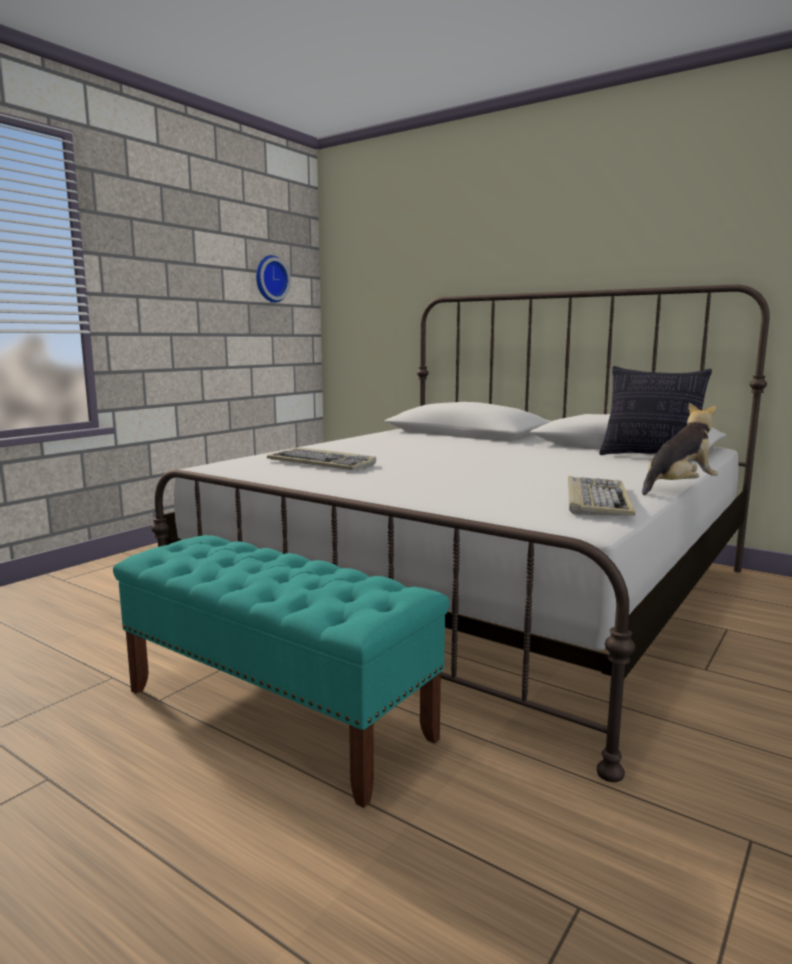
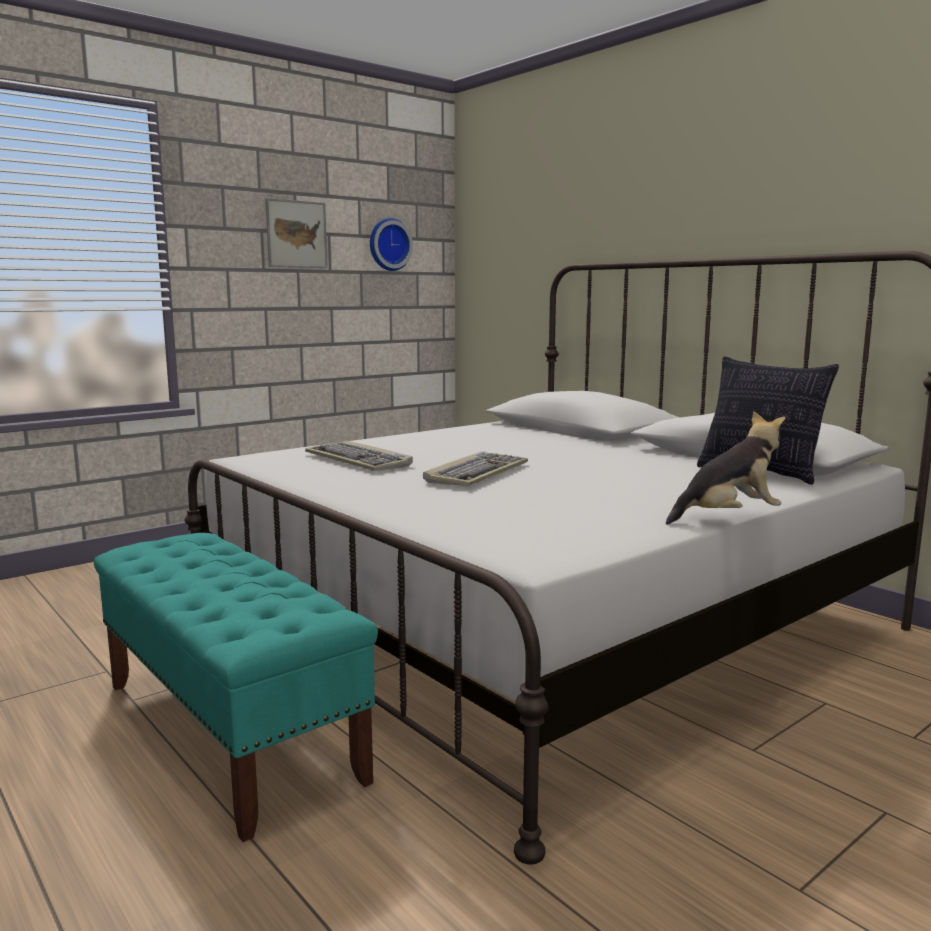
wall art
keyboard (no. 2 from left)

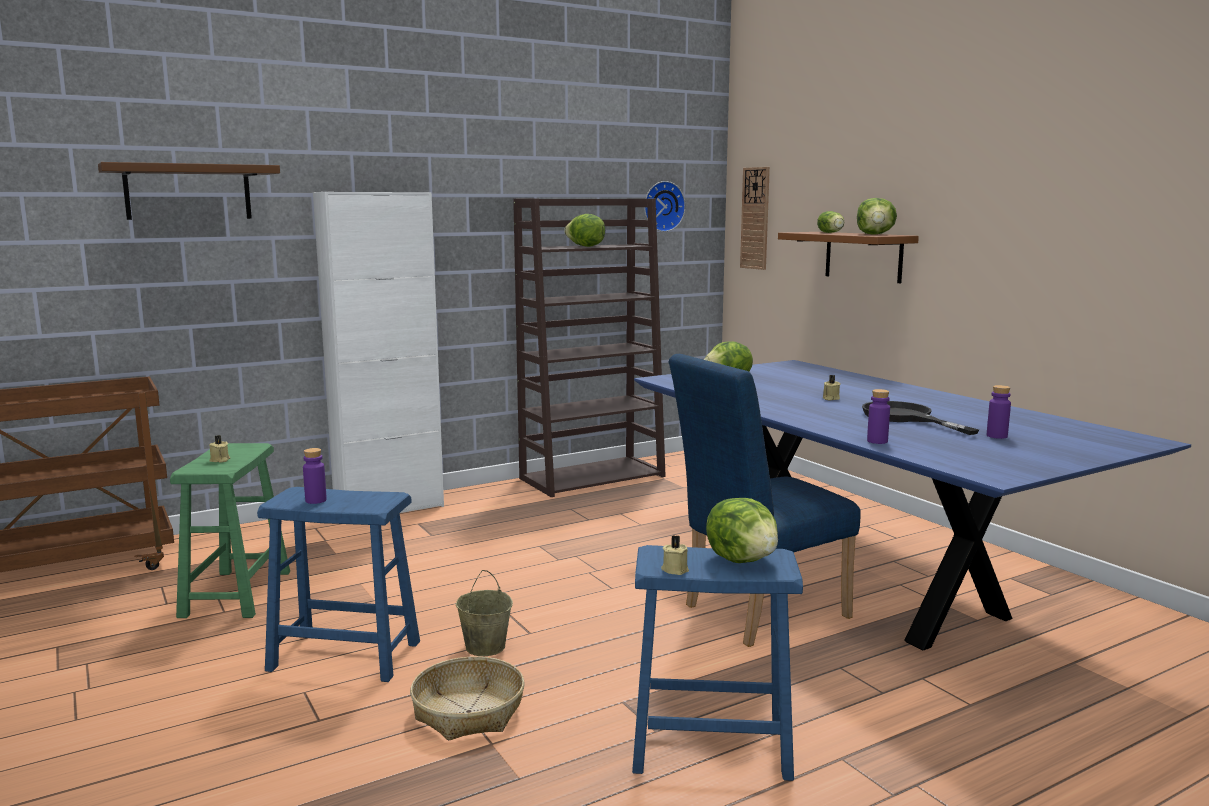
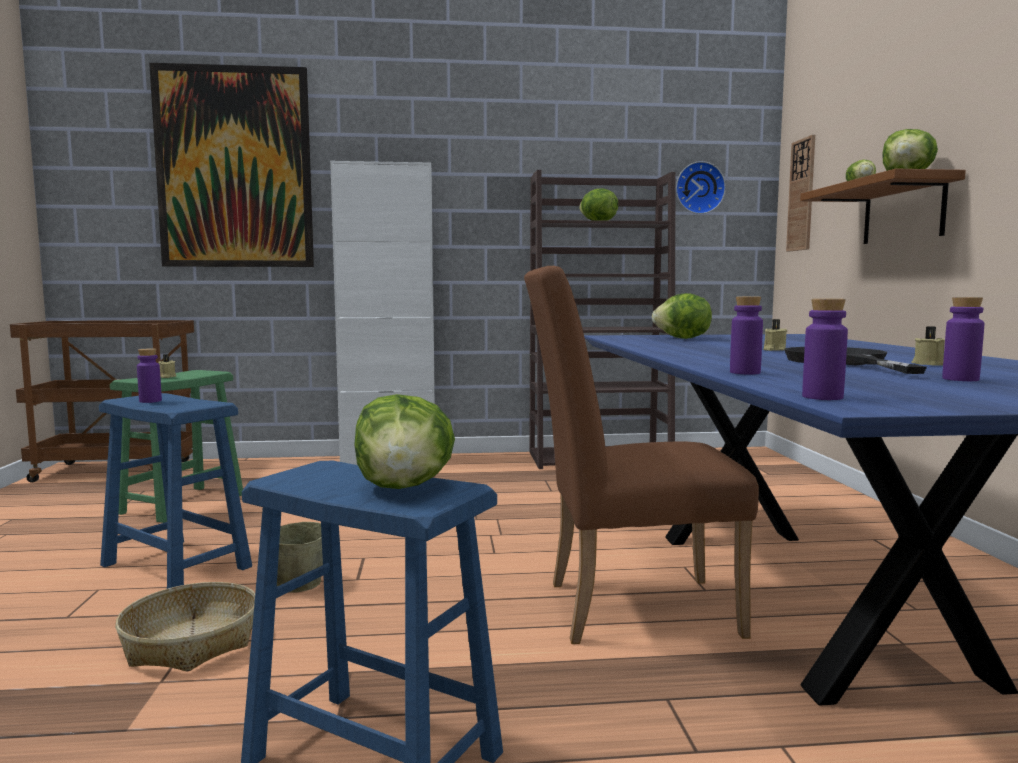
purple beverage bottle (no. 3 from left)
beige-coloured candle (no. 3 from left)
wall art
brown-coloured plain chair

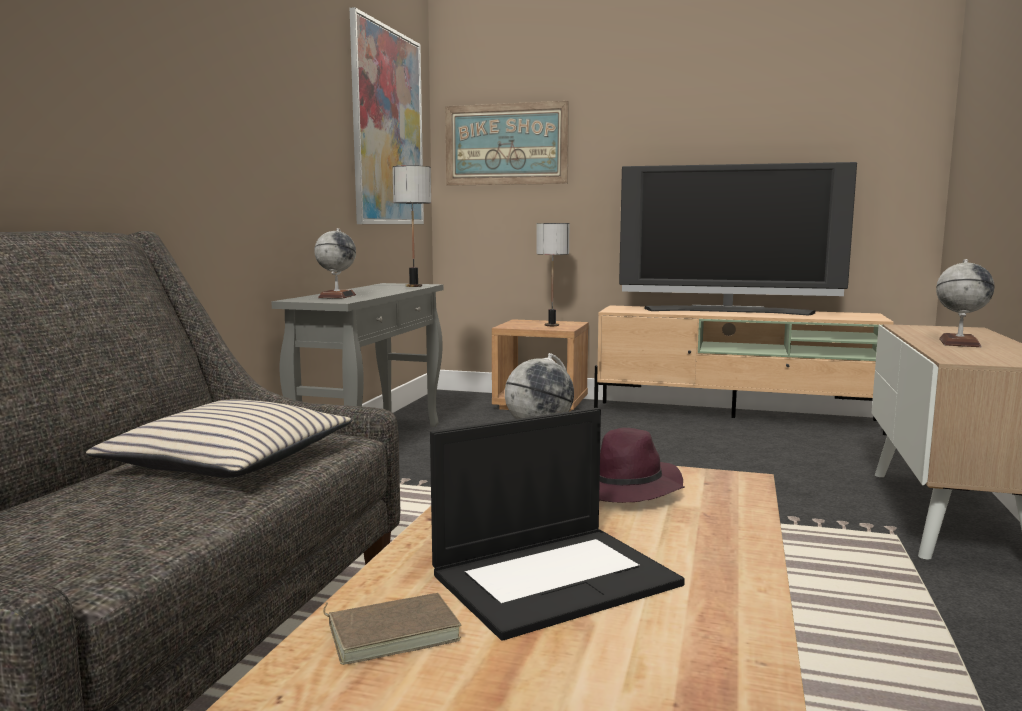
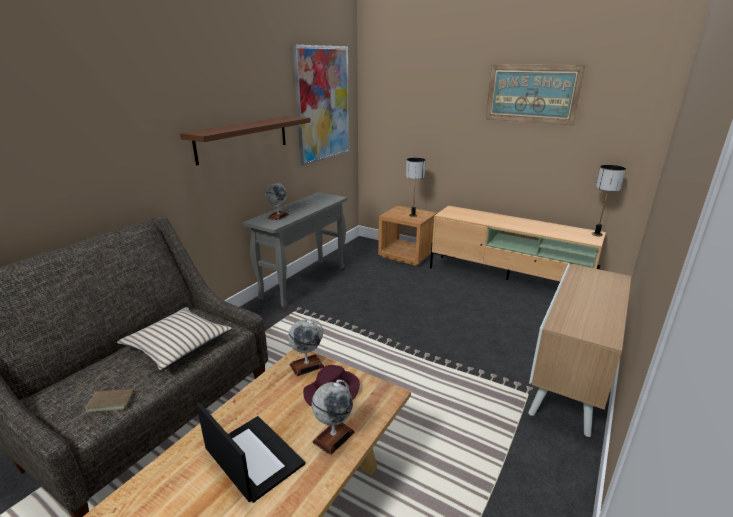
television
brown-coloured bracket shelf
brown-coloured volume
table lamp (no. 2 from left)
wall art (no. 2 from left)
world globe (no. 3 from left)
portable computer

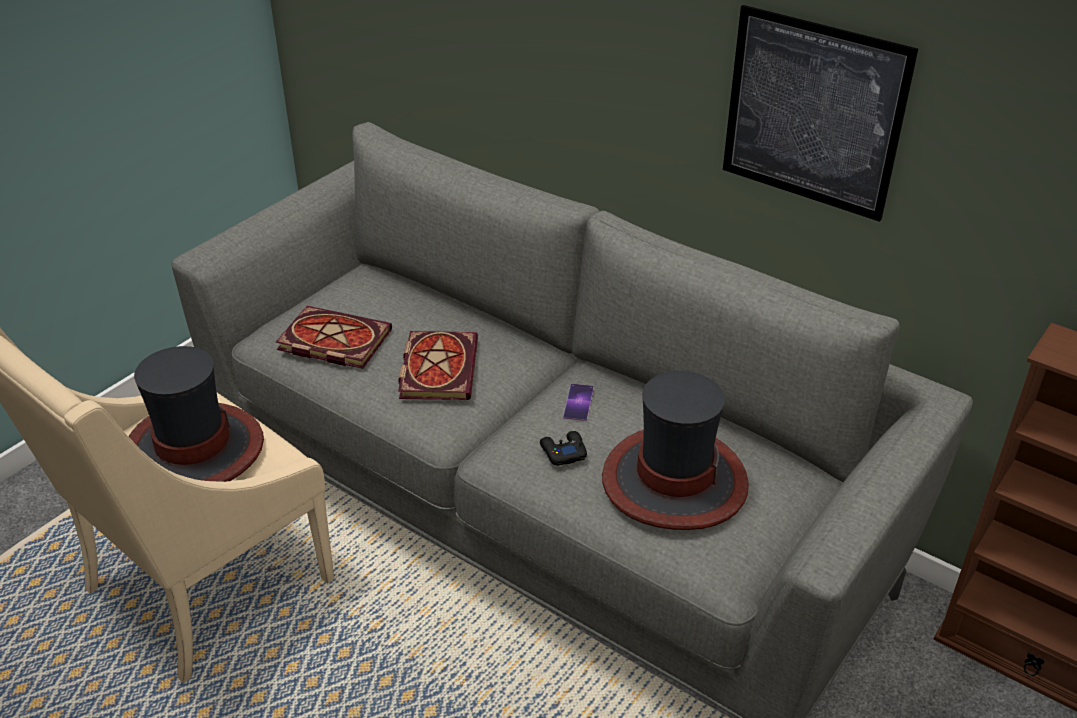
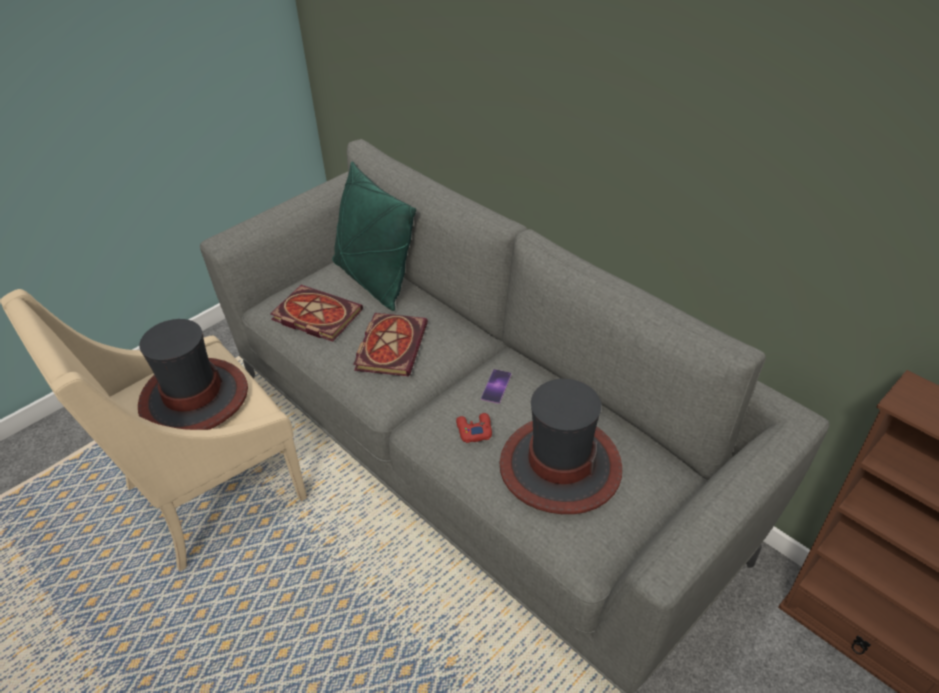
wall art
green-coloured cushion
red-coloured joypad

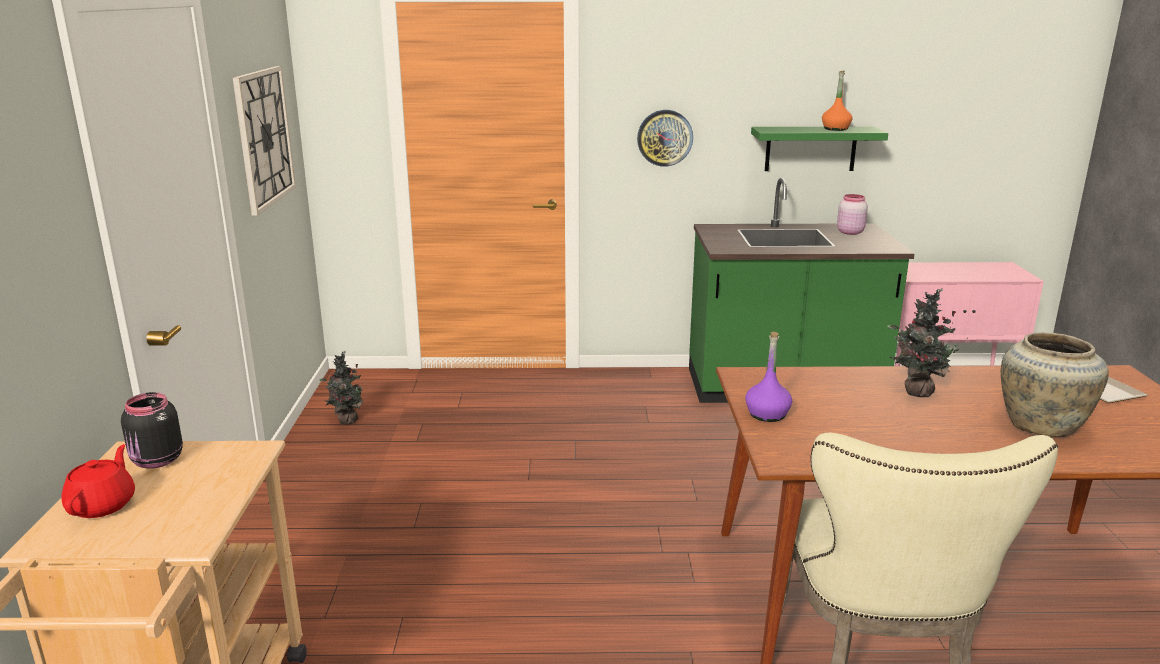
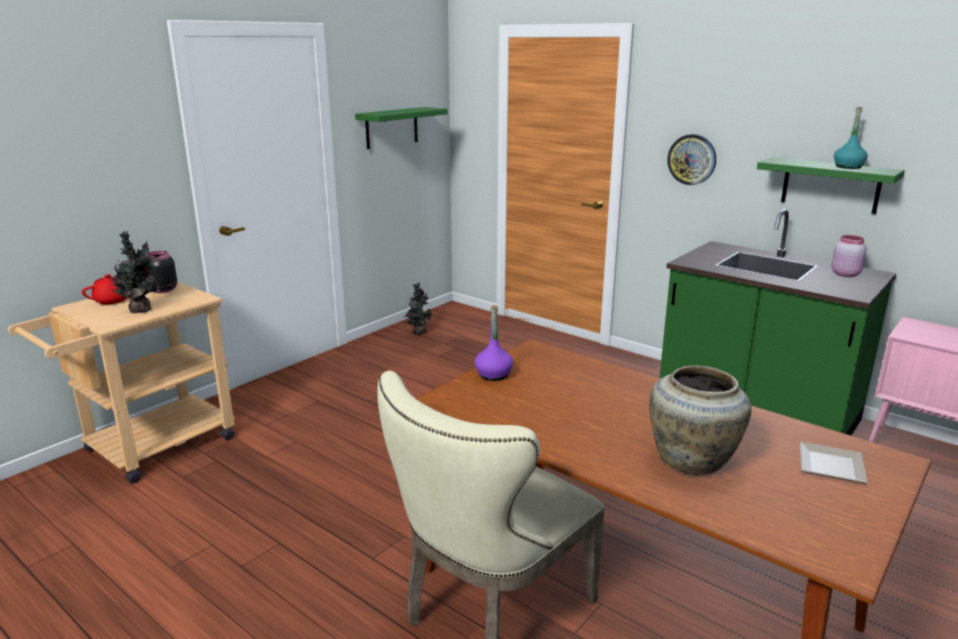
houseplant (no. 1 from left)
green-coloured bracket shelf (no. 1 from left)
blue-green beverage bottle

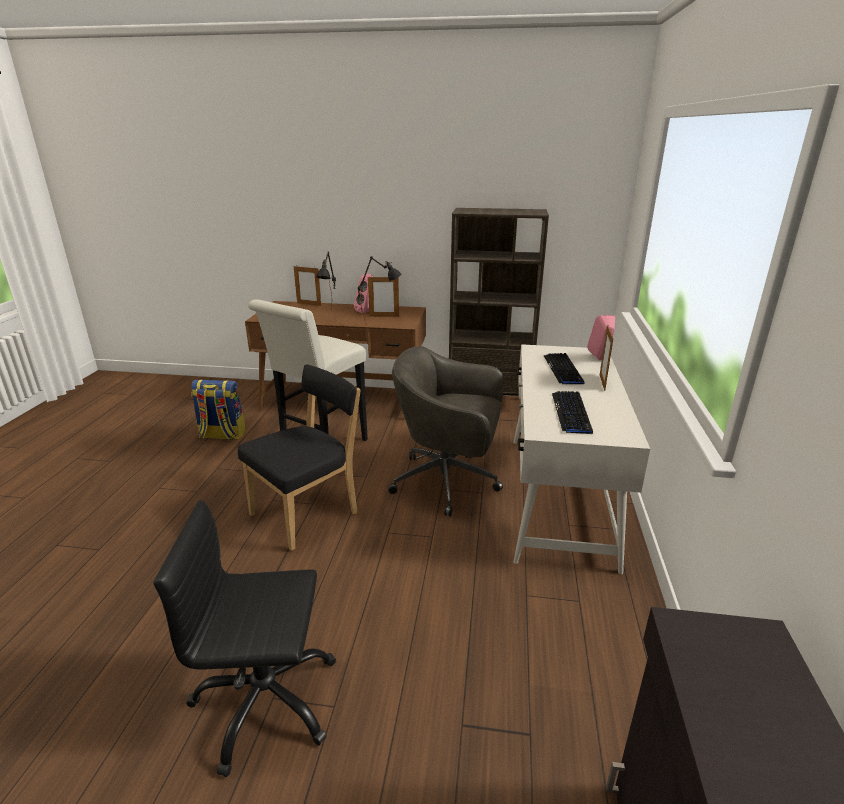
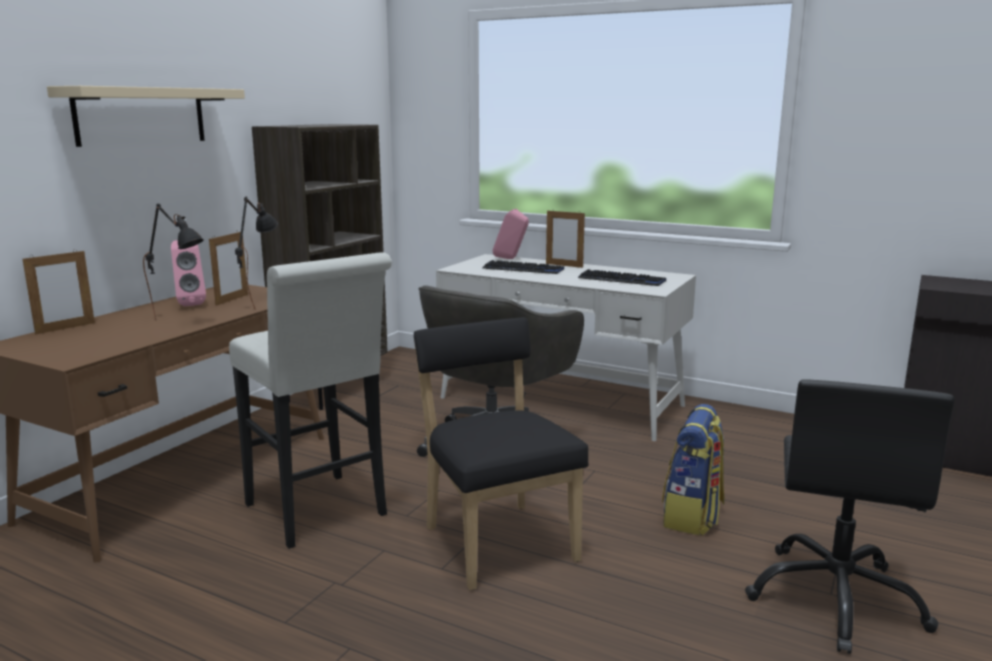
beige-coloured bracket shelf
rucksack

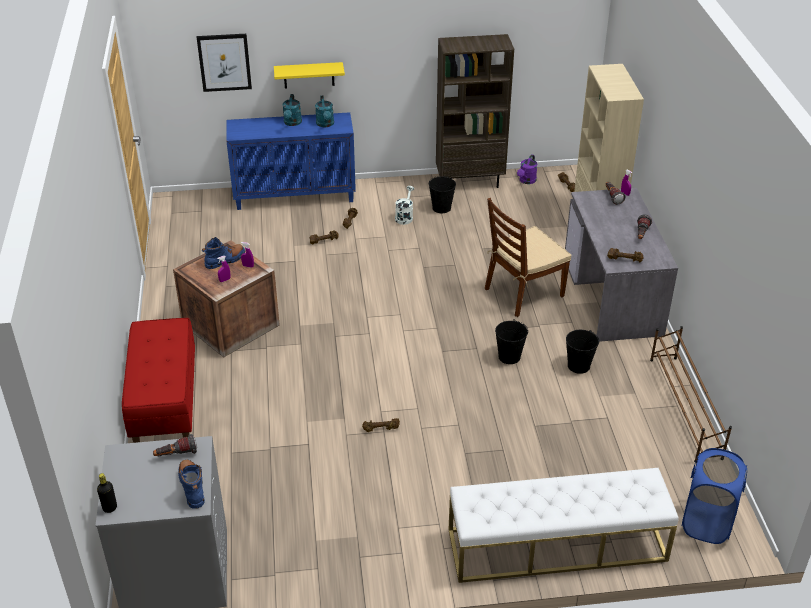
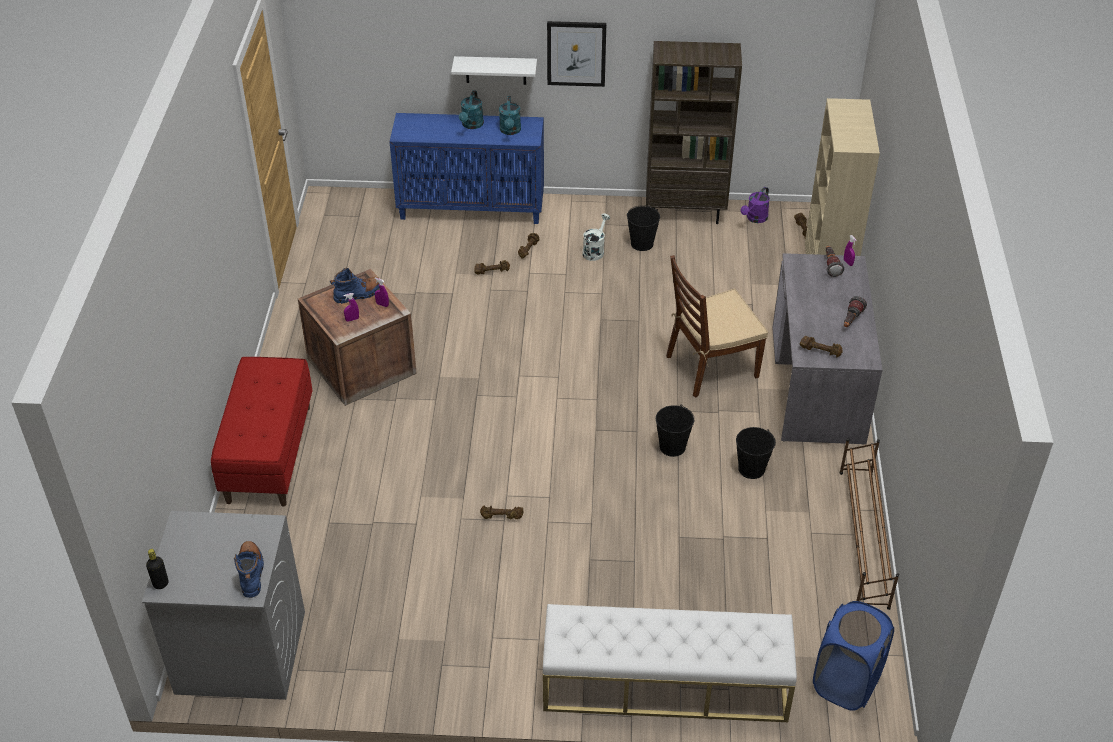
flashlight (no. 1 from left in the first image)
wall art
white-coloured bracket shelf

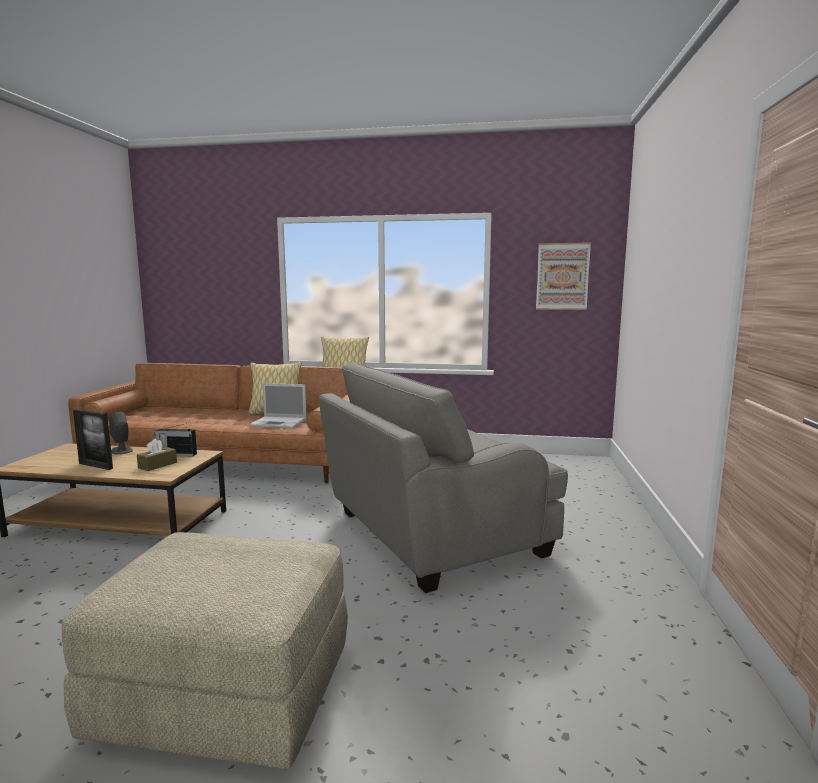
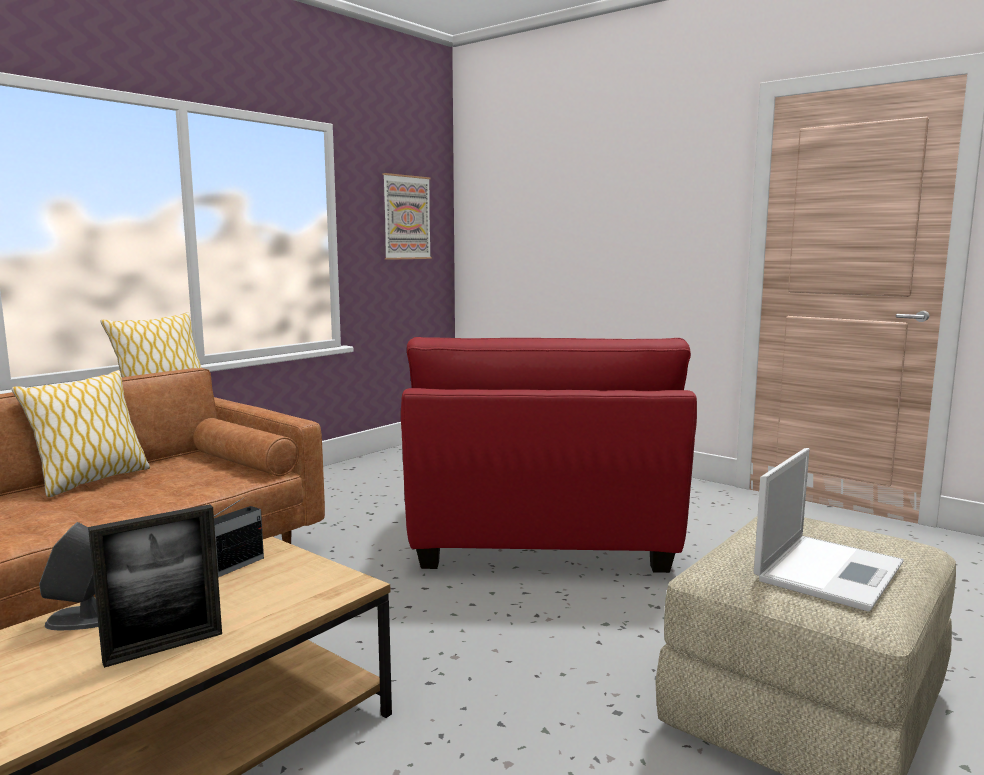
brown-coloured box of tissues
portable computer
red-coloured armchair

